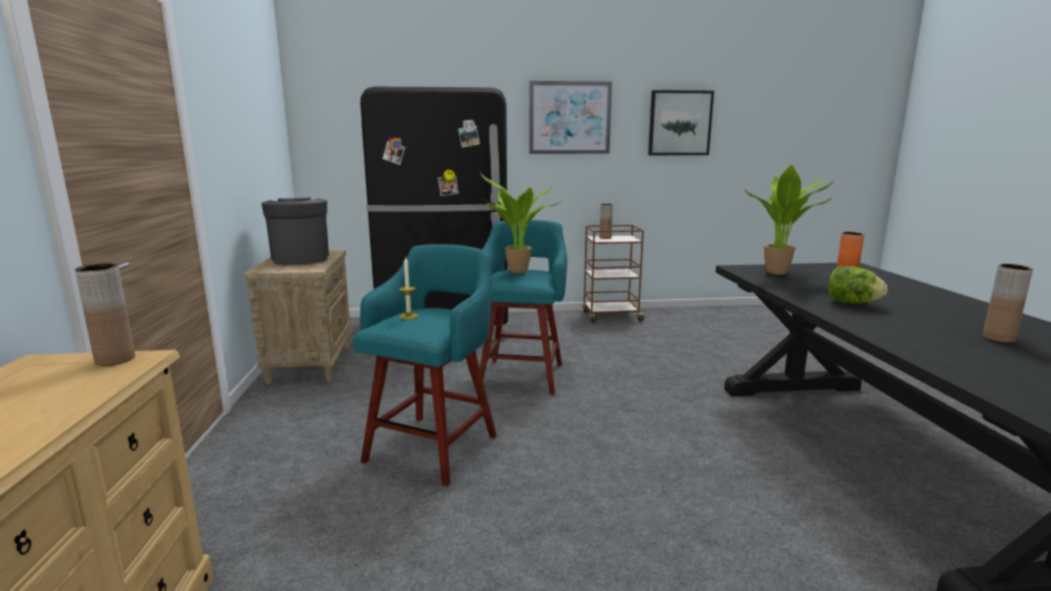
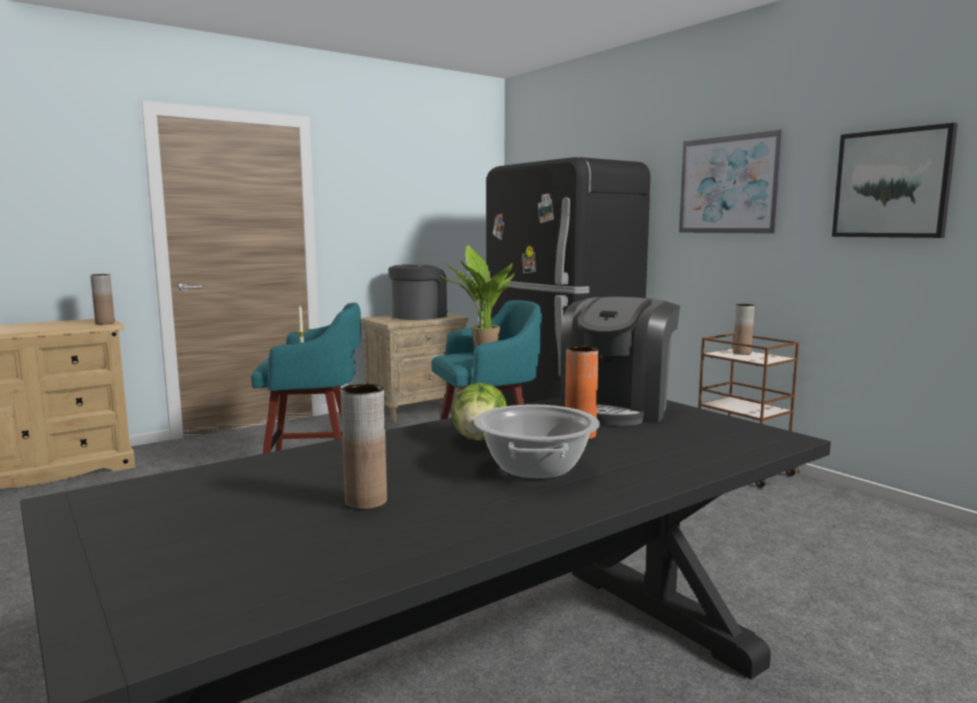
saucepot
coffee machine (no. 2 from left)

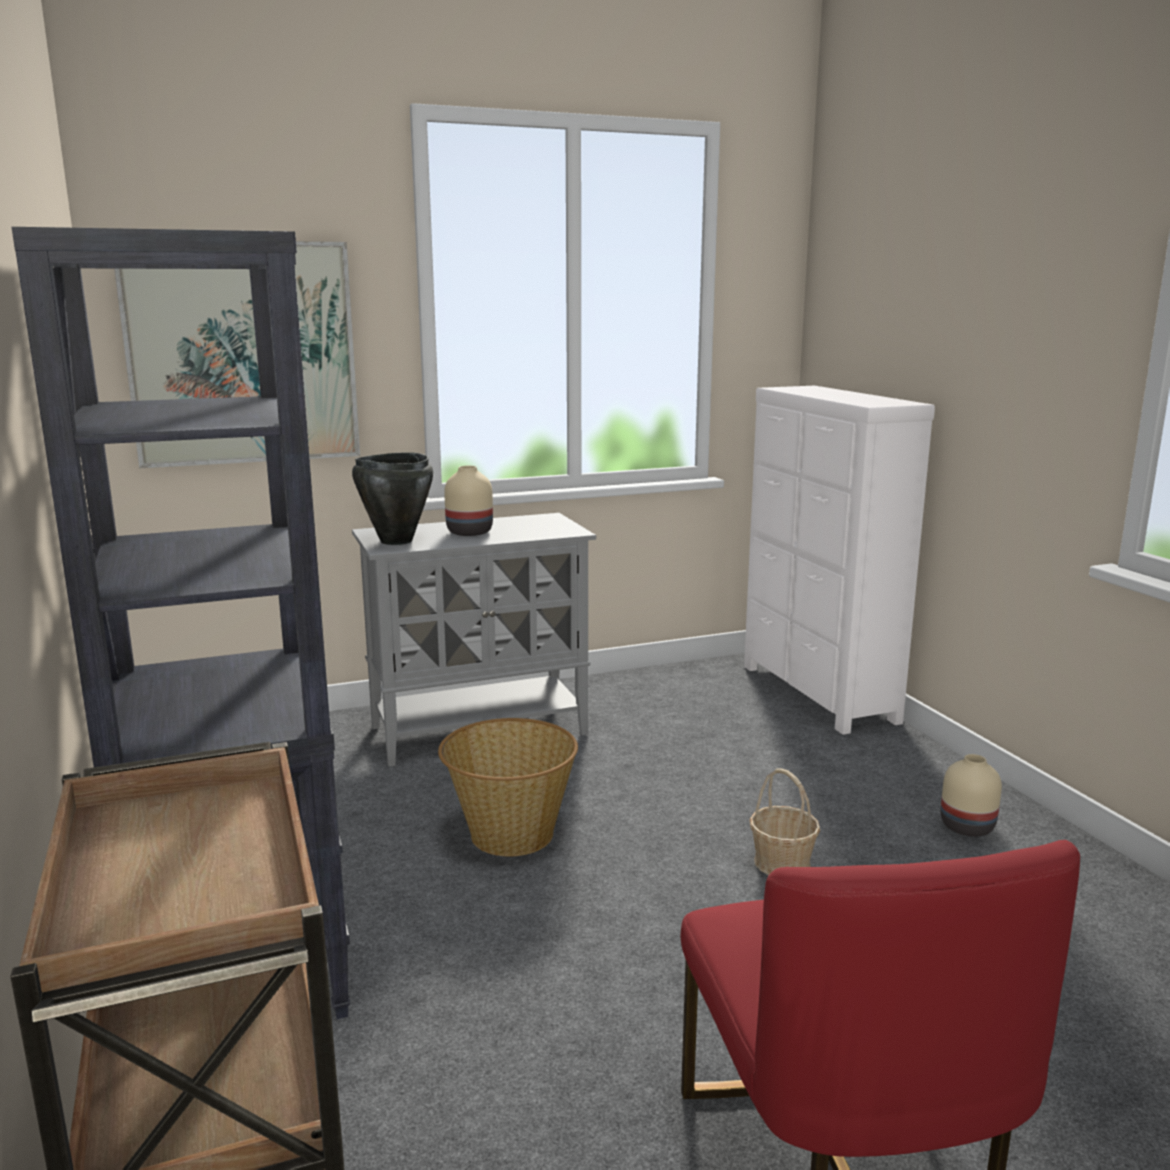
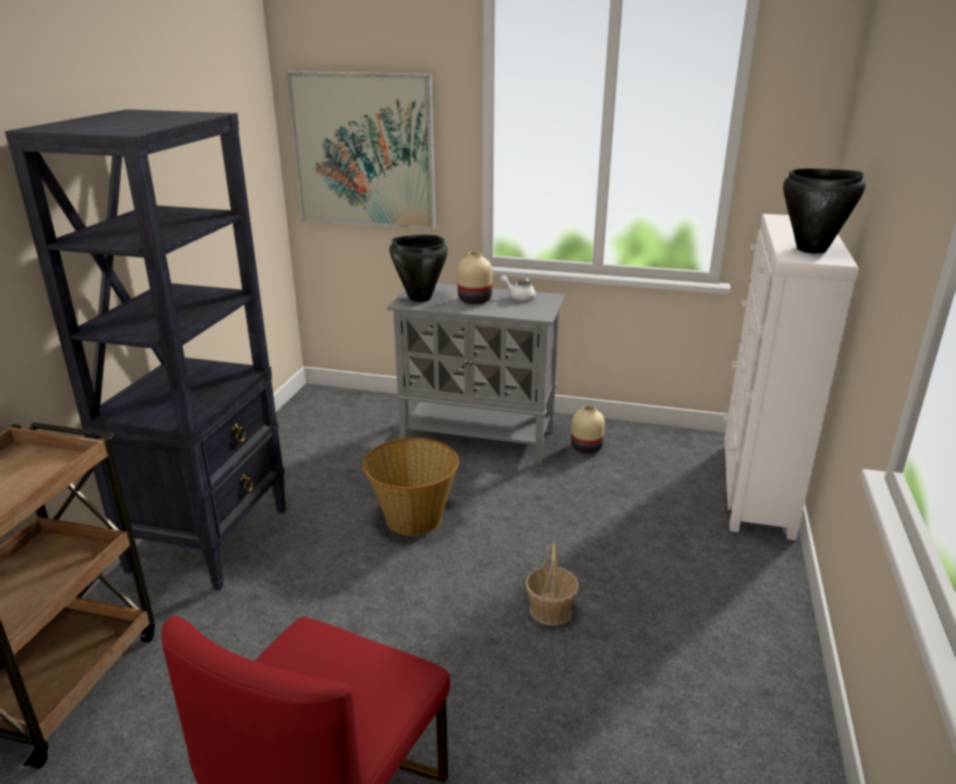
white-coloured pot for tea
black-coloured saucepot (no. 2 from left)
beige-coloured vase (no. 2 from left)

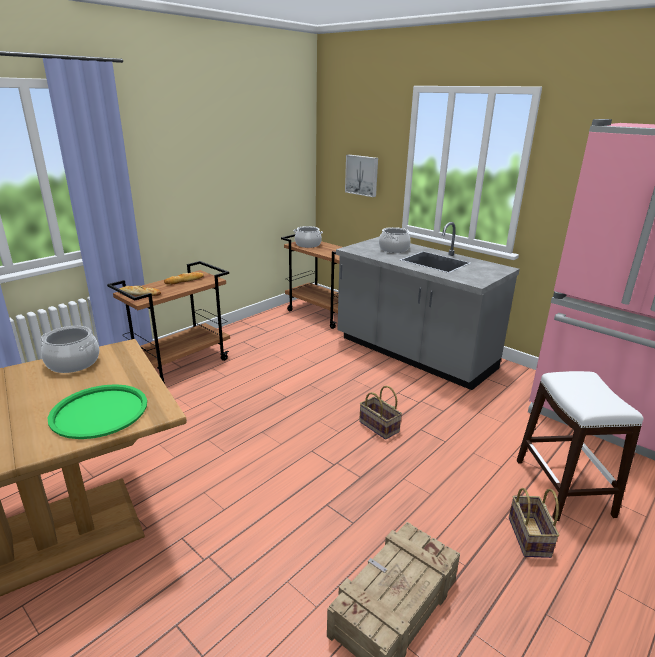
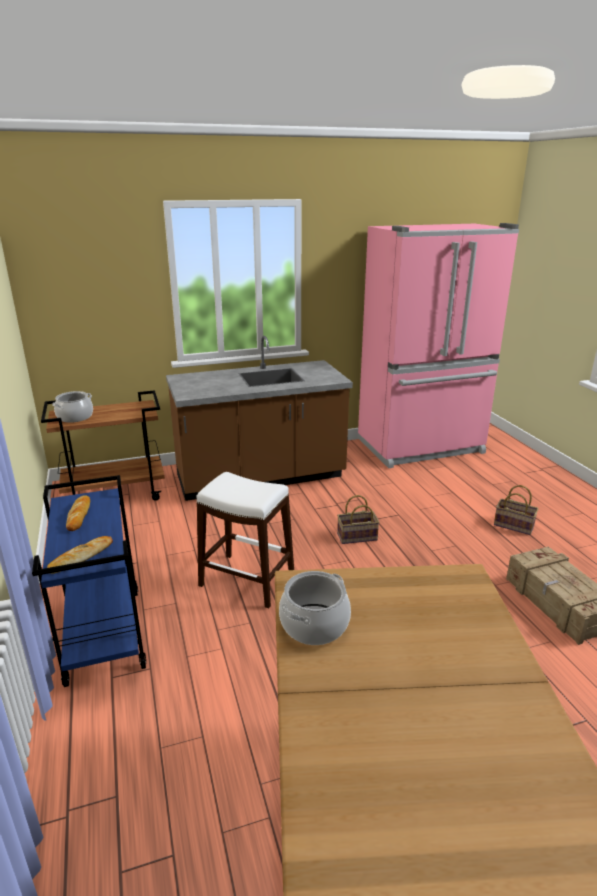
green-coloured serving tray
wall art
saucepot (no. 3 from left in the first image)
white-coloured stool seat
bluish wheeled cart
brown-coloured counter

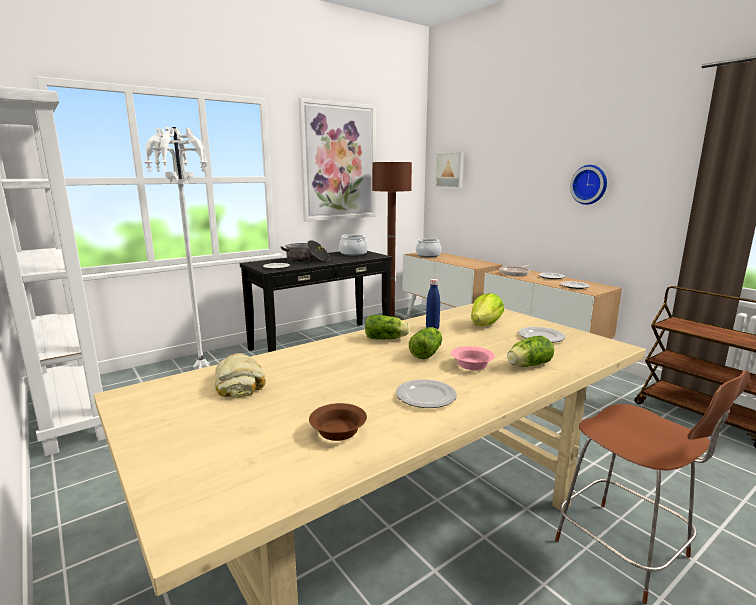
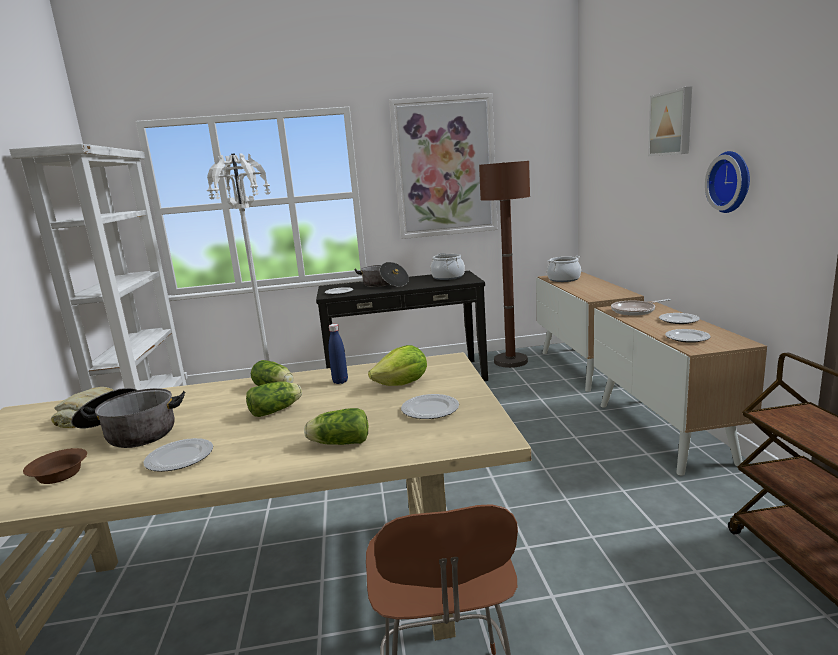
pinkish serving bowl
saucepot (no. 1 from left)
wall art (no. 2 from left)

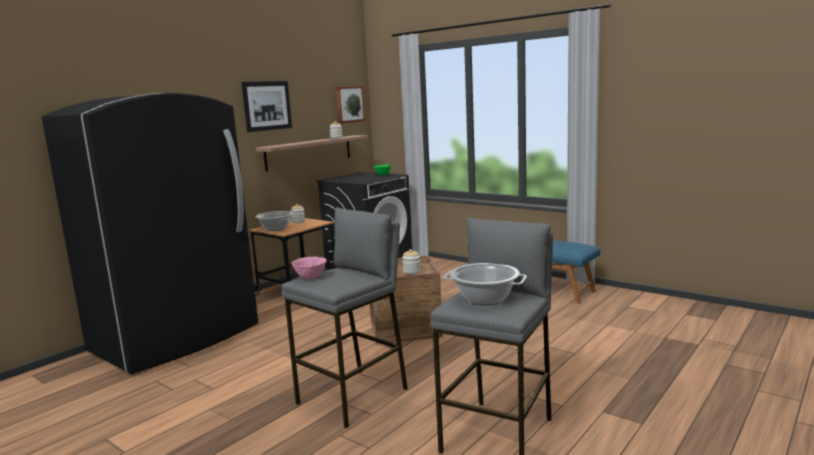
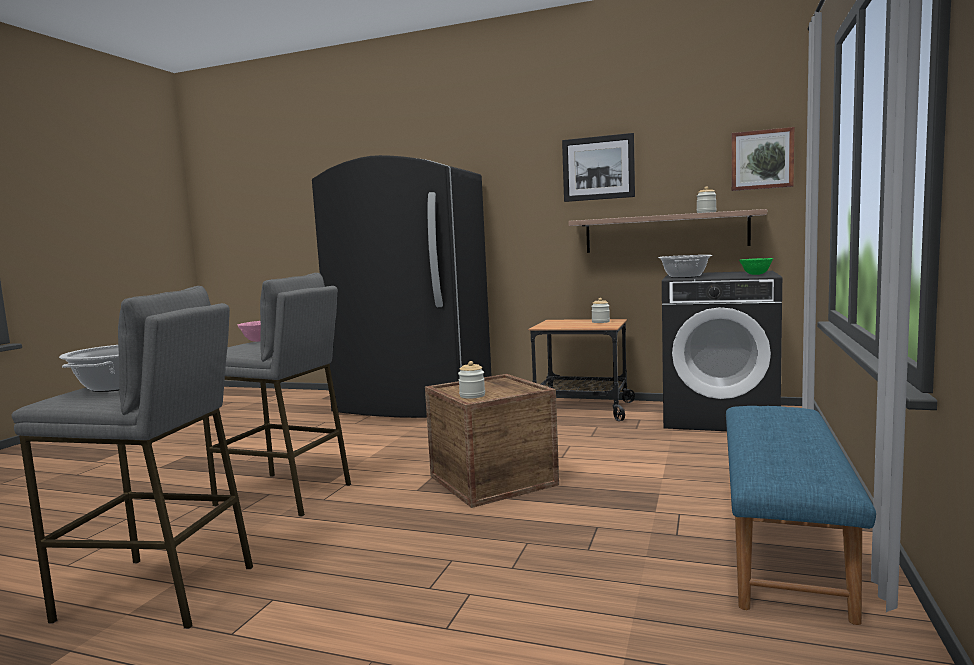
saucepot (no. 2 from left)

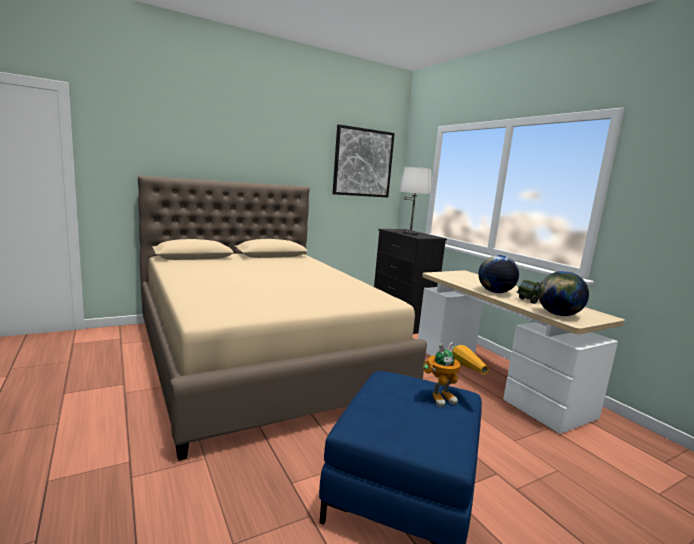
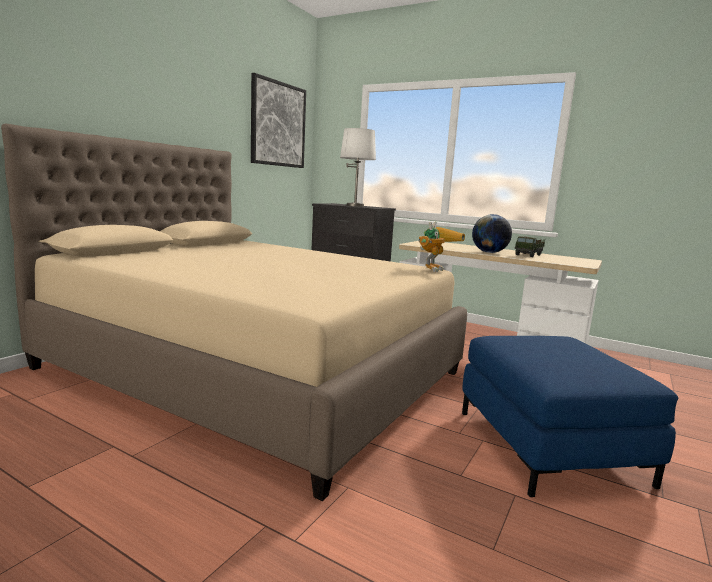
world globe (no. 2 from left in the first image)
model robot

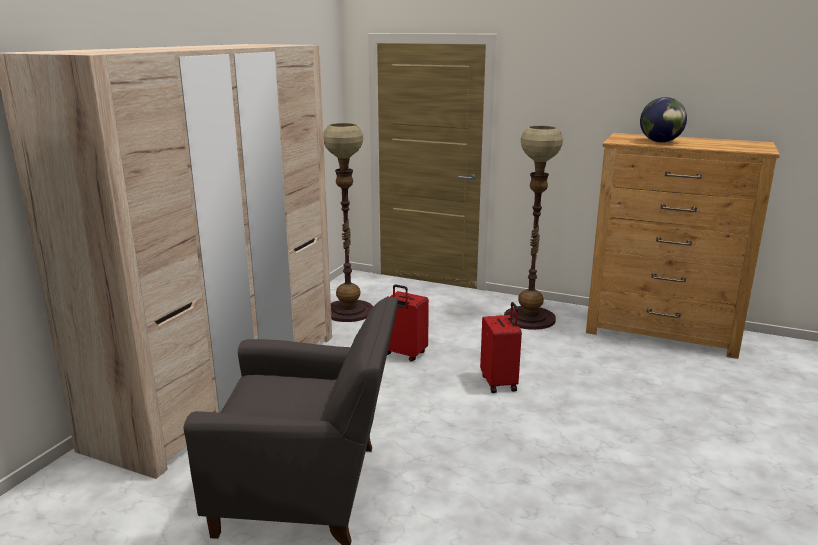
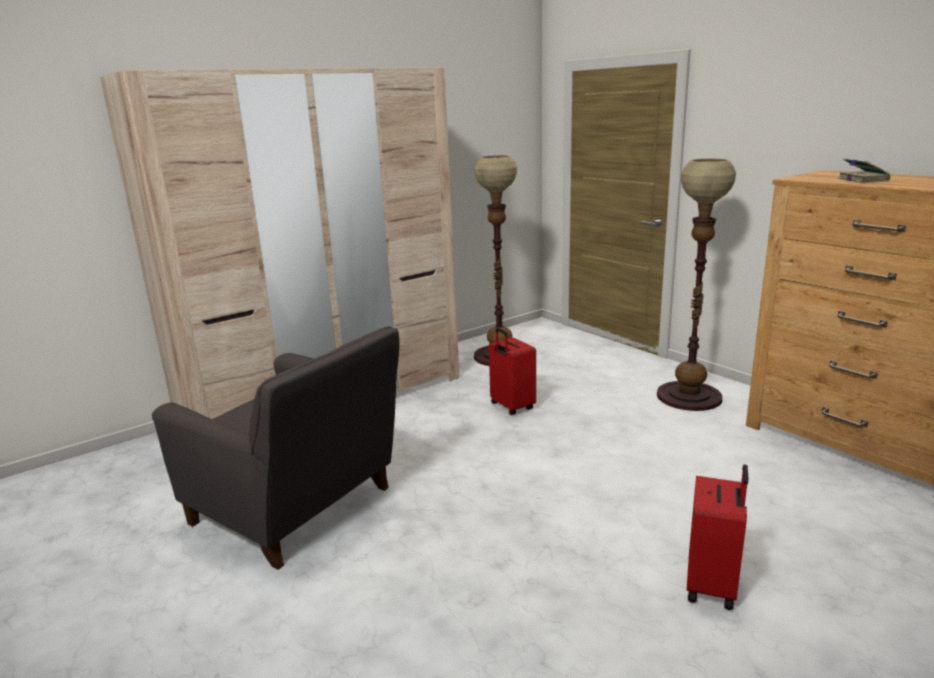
red-coloured piece of luggage (no. 2 from left)
volume

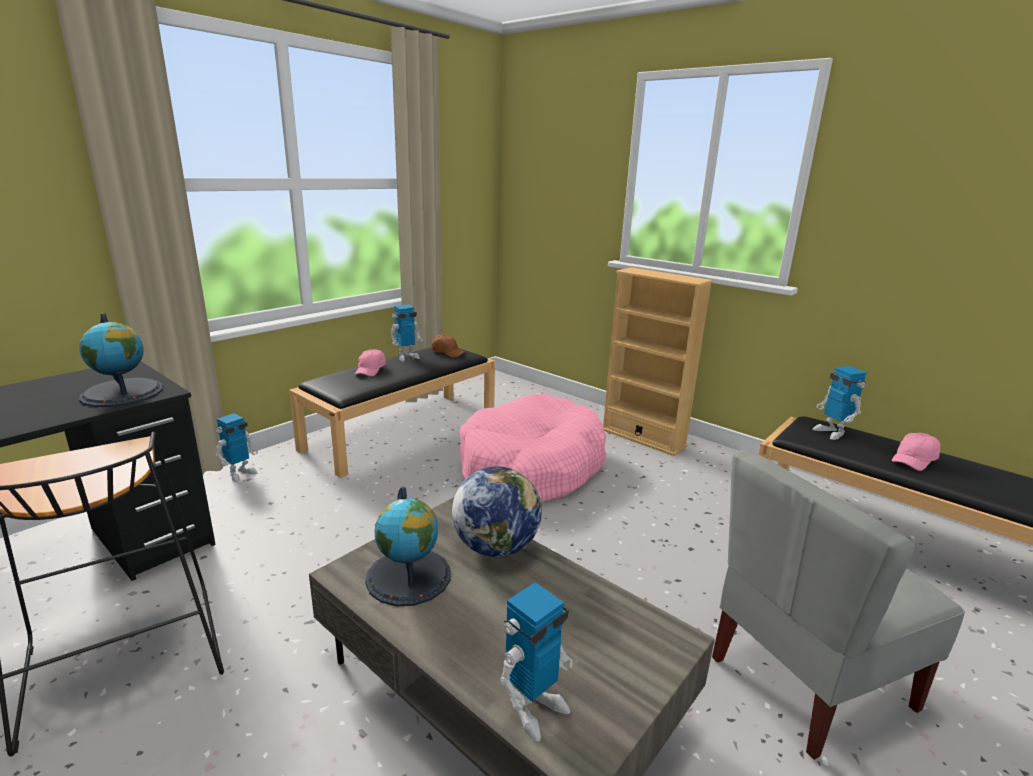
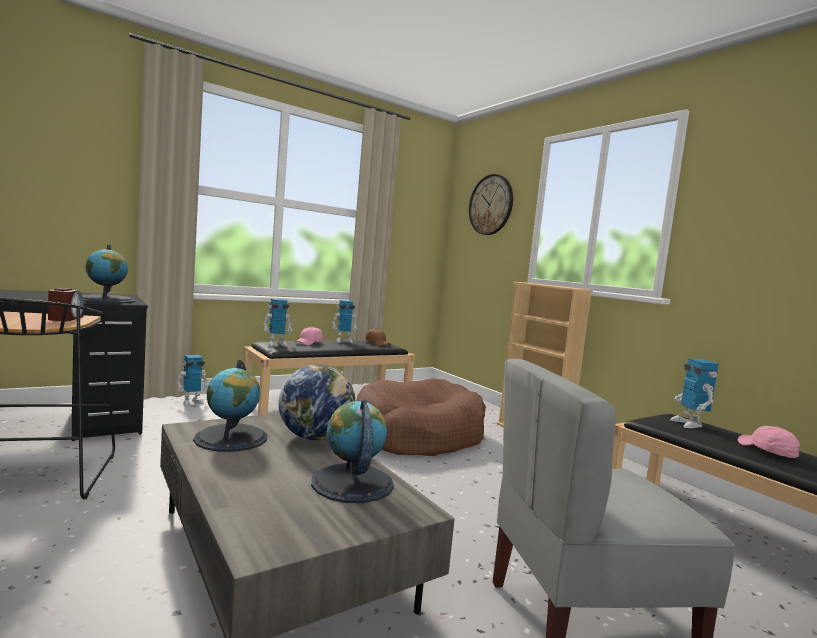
alarm clock
world globe (no. 4 from left)
hanging clock
model robot (no. 2 from left)
brown-coloured dog bed
pinkish baseball cap (no. 2 from left)

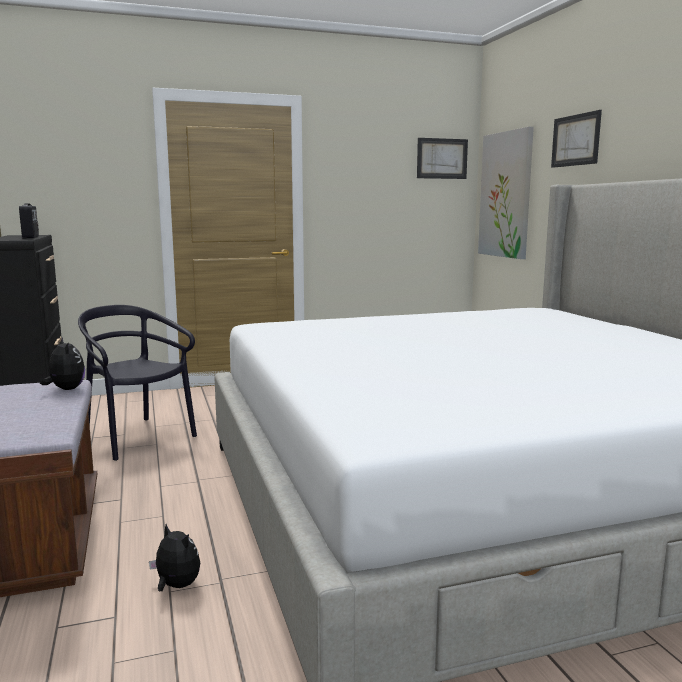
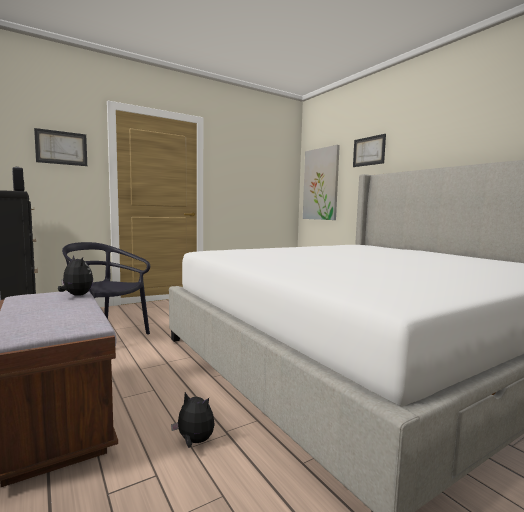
wall art (no. 1 from left)

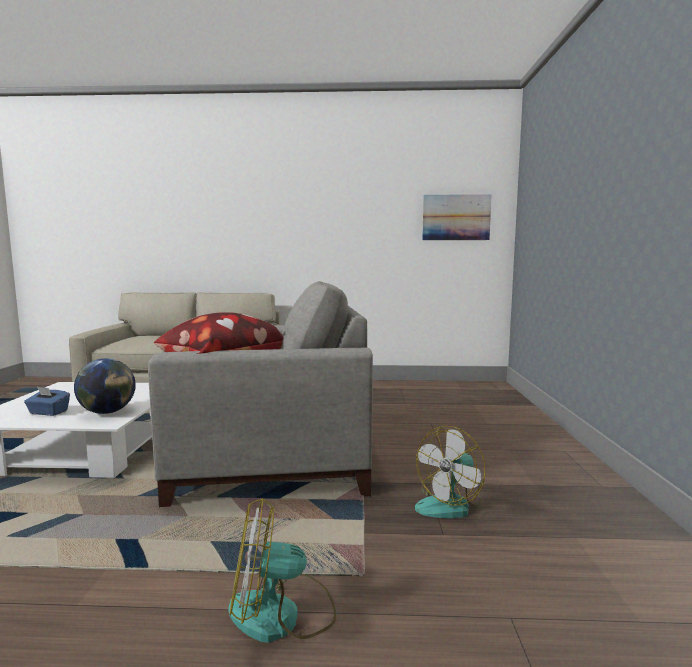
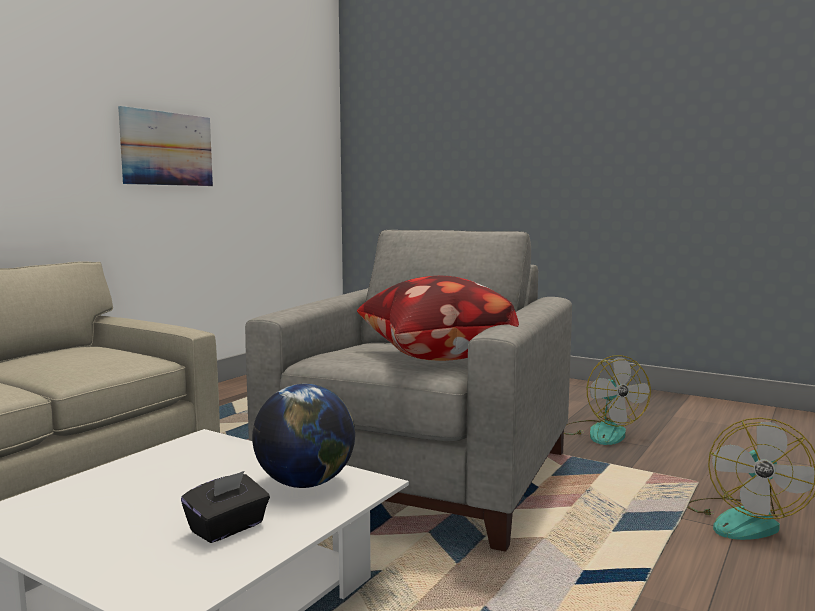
wall art
black-coloured box of tissues

